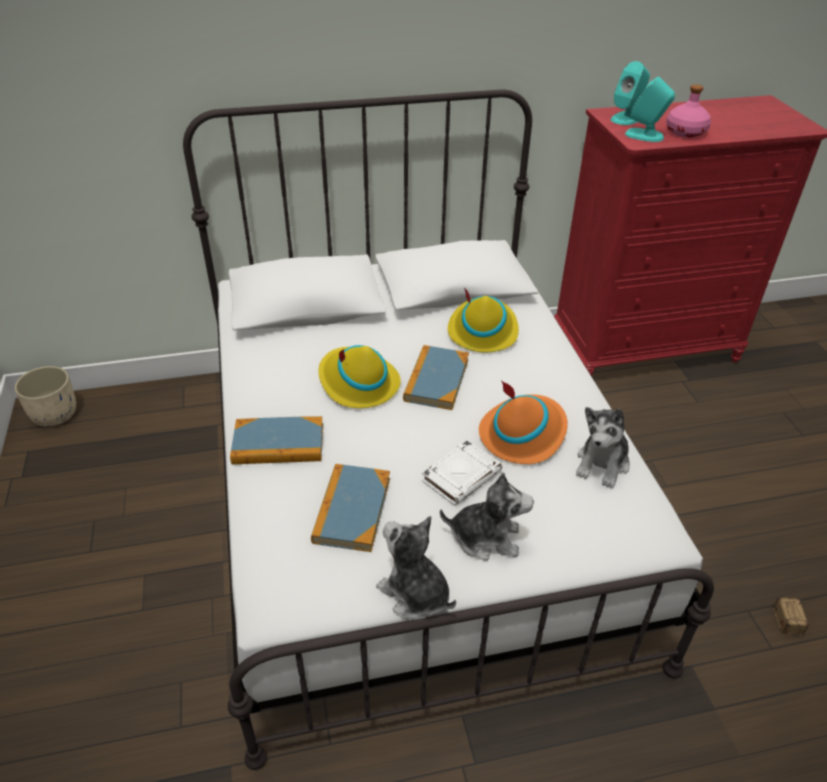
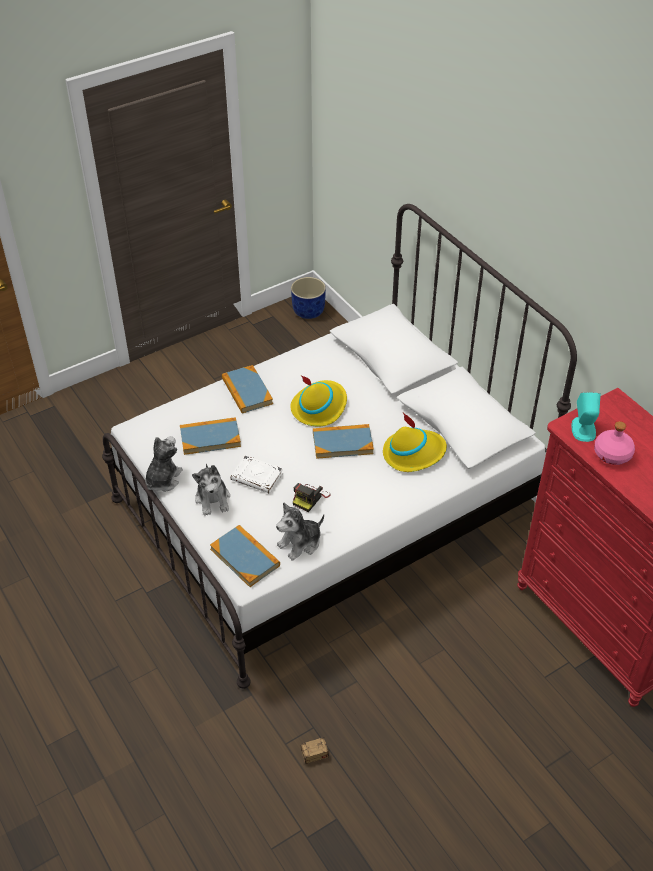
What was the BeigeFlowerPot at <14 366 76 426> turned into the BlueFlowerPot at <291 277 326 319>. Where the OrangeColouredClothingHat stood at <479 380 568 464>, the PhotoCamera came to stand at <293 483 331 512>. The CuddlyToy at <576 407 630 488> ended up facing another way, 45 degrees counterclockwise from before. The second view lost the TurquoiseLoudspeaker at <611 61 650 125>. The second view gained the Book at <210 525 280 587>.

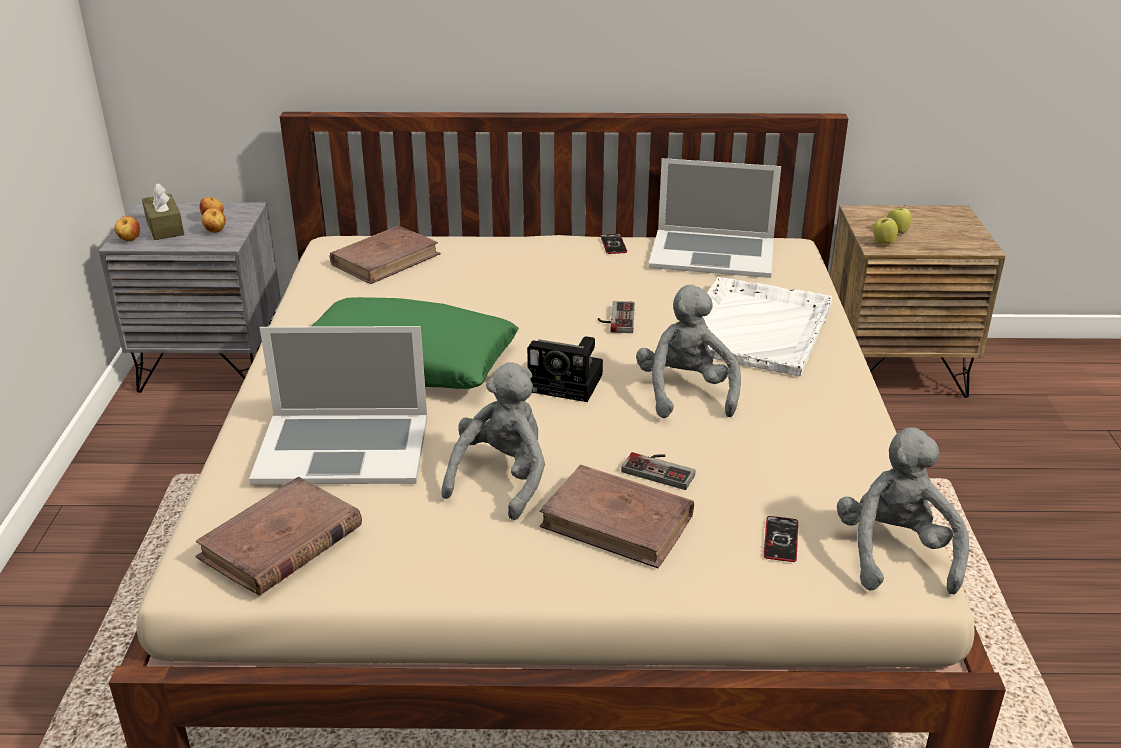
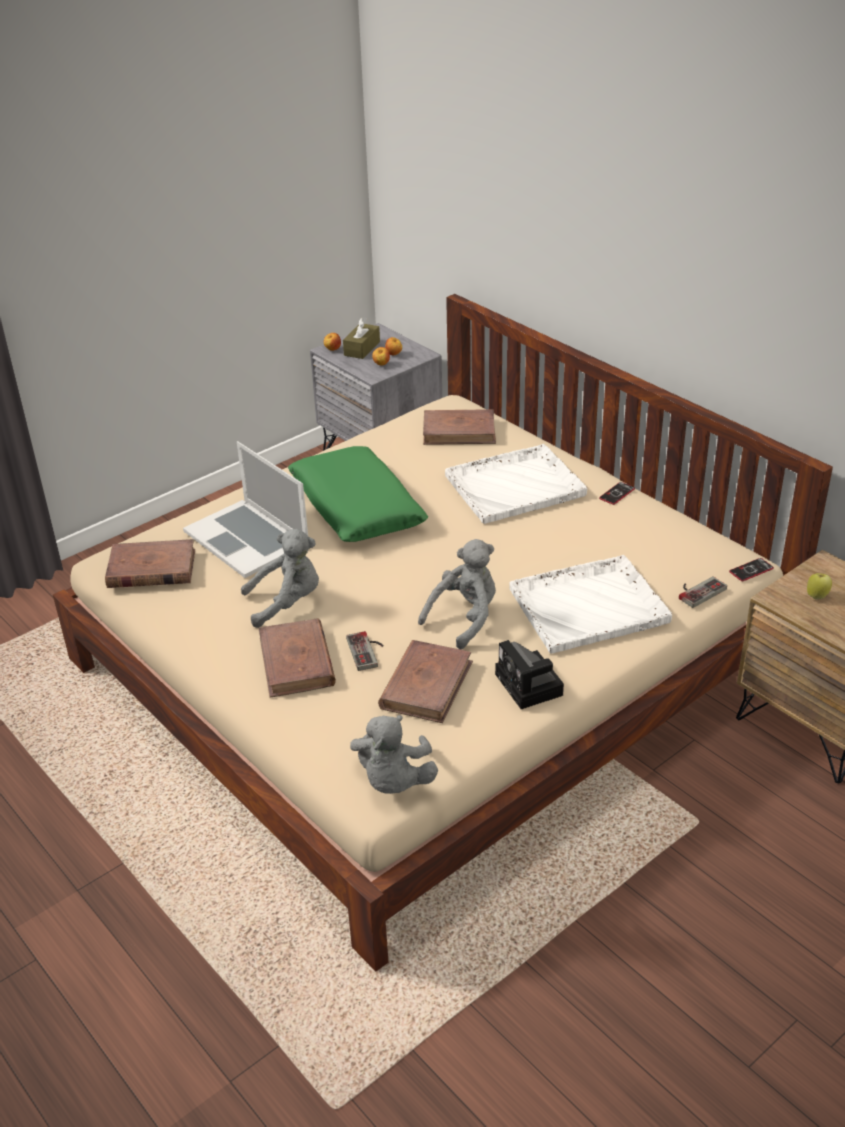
The PhotoCamera ended up elsewhere, having gone from <527 336 603 402> to <495 640 564 709>. The Joypad ended up elsewhere, having gone from <598 301 635 333> to <679 576 727 608>. The second view lost the NotebookComputer at <649 158 781 278>. The Telephone ended up elsewhere, having gone from <764 516 798 562> to <729 558 774 581>. The GreyCuddlyToy at <837 427 969 594> ended up facing another way, 135 degrees clockwise from before. The second view lost the WholeApple at <873 217 898 244>. The second view gained the BrownBook at <378 640 473 723>. The second view gained the WhiteTray at <445 444 587 524>.

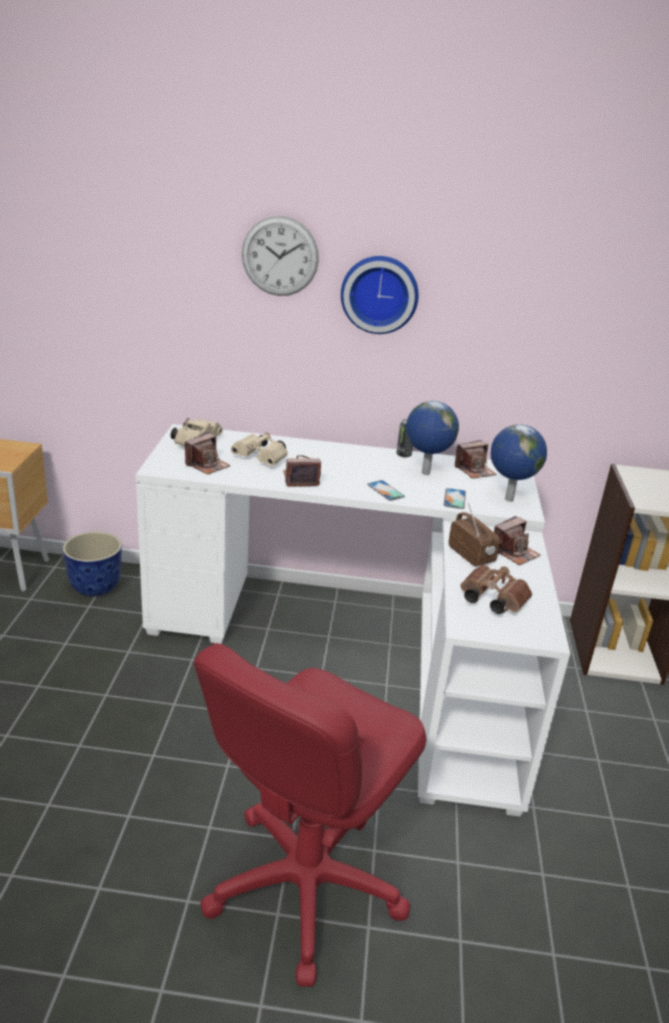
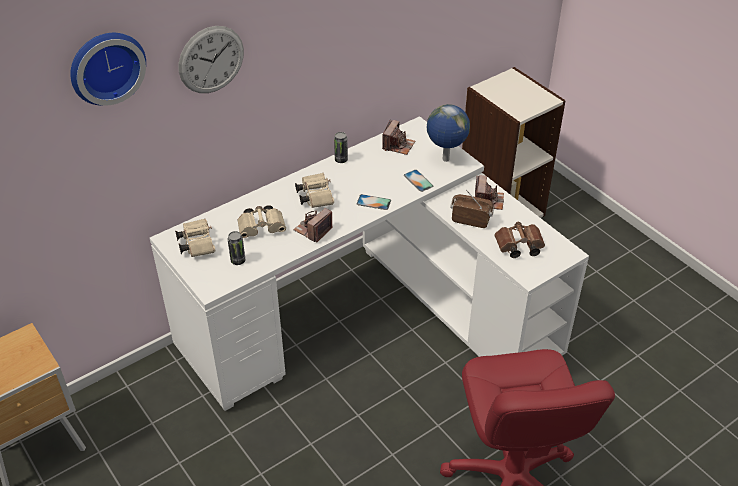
The second view lost the FlowerPot at <63 532 122 596>. Where the PhotoCamera stood at <185 433 231 475>, the SealedCan came to stand at <228 231 245 265>. The ClockOnTheWall ended up elsewhere, having gone from <341 256 419 334> to <70 33 146 106>. The second view lost the DeskGlobe at <406 401 459 475>. The second view gained the BeigePairOfBinoculars at <295 173 334 208>.

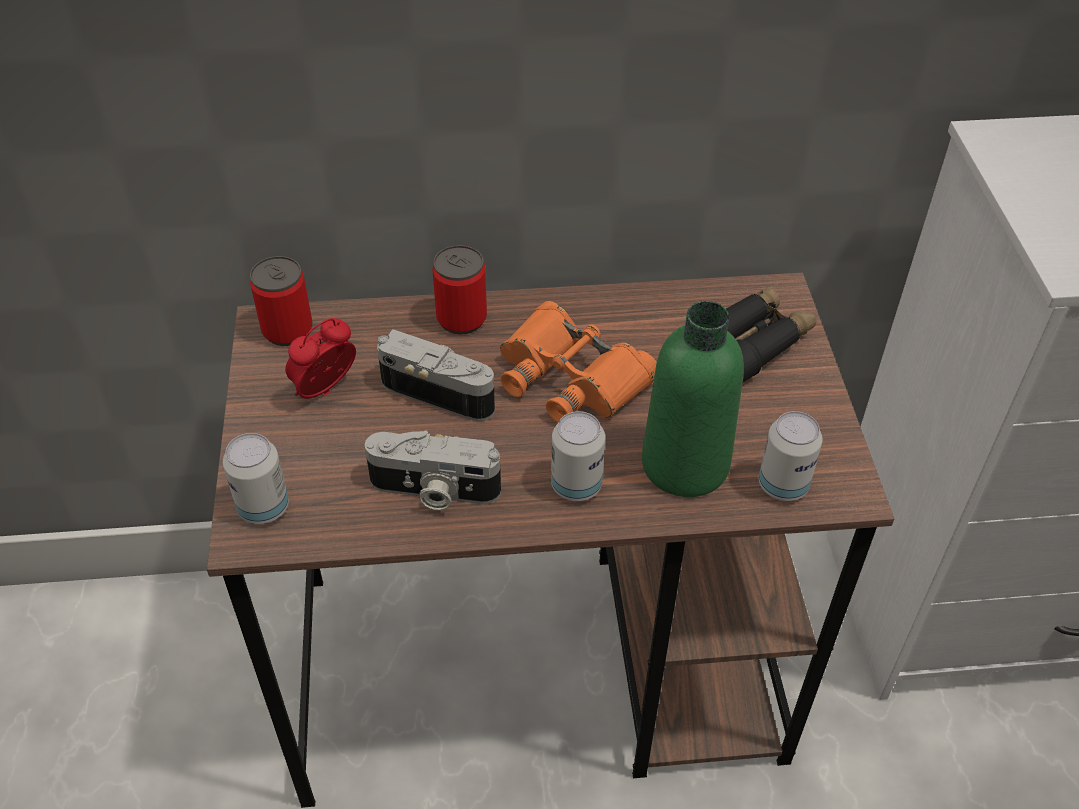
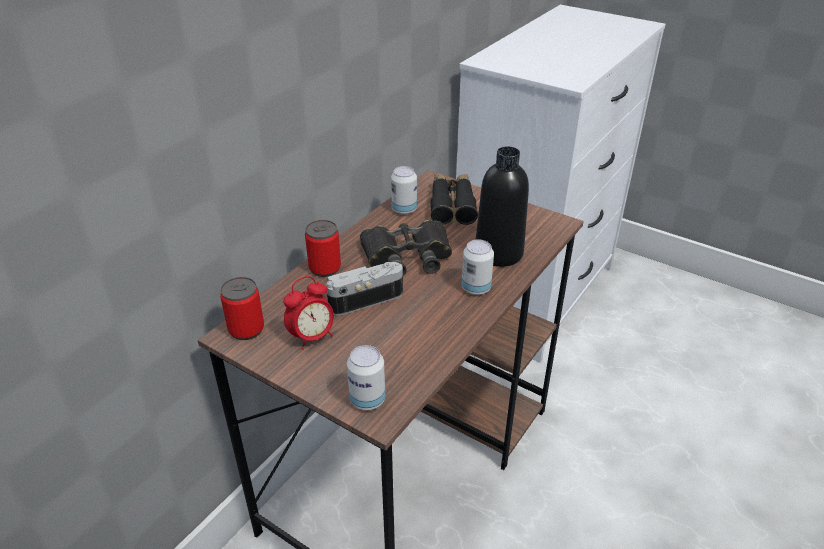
The TableClock at <285 318 356 399> ended up facing another way, 120 degrees counterclockwise from before. The second view lost the PhotoCamera at <365 430 501 510>. What was the OrangeColouredPairOfBinoculars at <500 301 657 423> turned into the BlackishPairOfBinoculars at <360 220 452 276>. What was the GreenBeverageBottle at <642 301 744 497> turned into the BlackishBeverageBottle at <476 146 529 267>. The SealedCan ended up elsewhere, having gone from <759 411 823 501> to <391 166 417 215>.

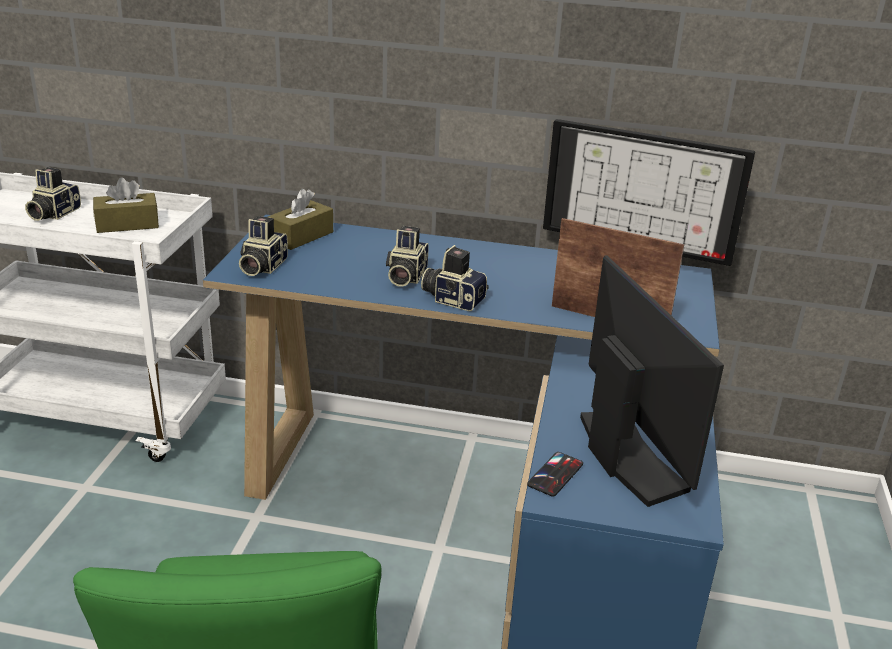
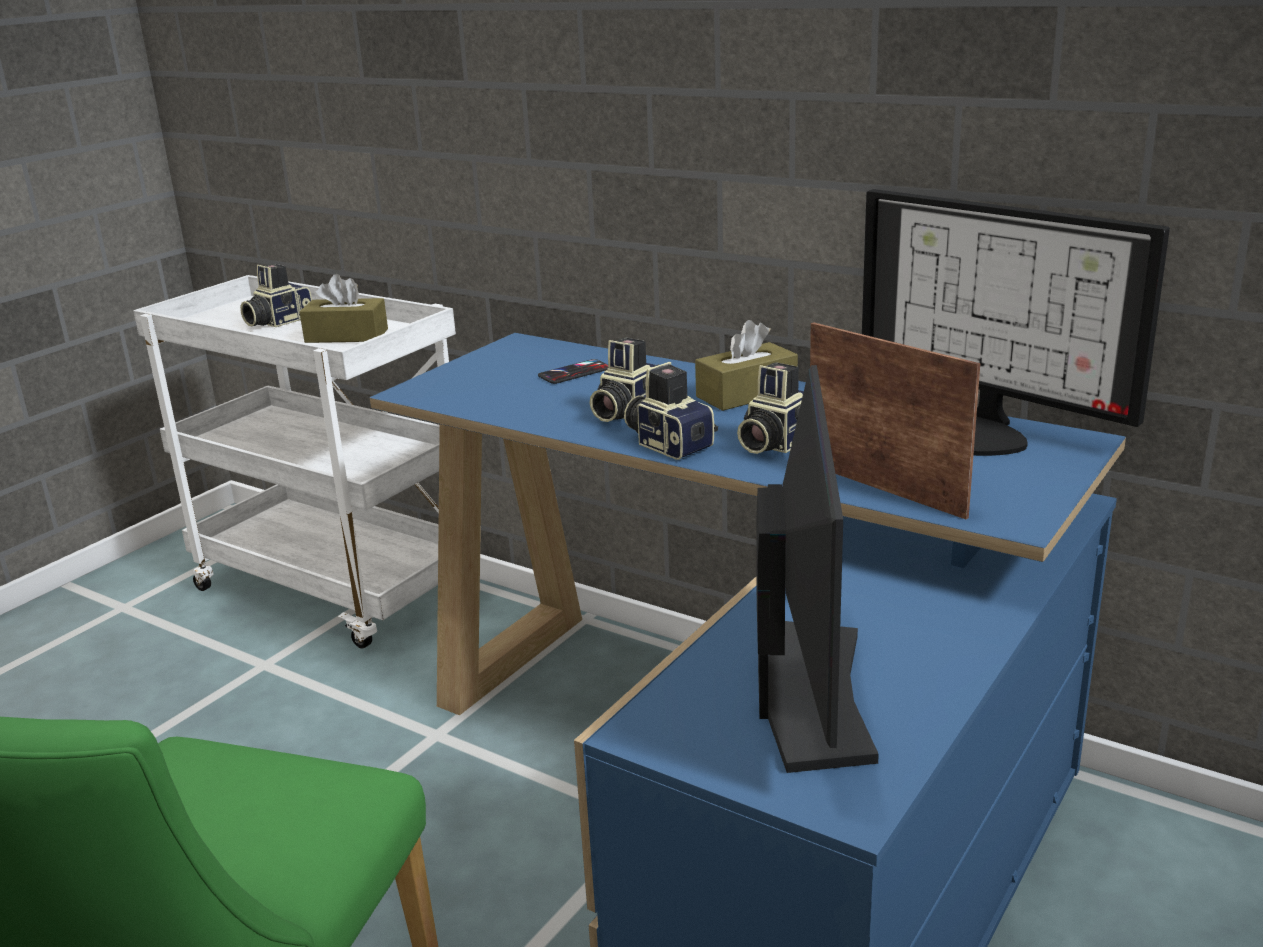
The PhotoCamera ended up elsewhere, having gone from <239 216 288 276> to <737 362 804 454>. The BrownTissueHolder ended up elsewhere, having gone from <268 189 333 250> to <695 320 798 411>. The Telephone ended up elsewhere, having gone from <527 452 583 497> to <538 359 608 384>.

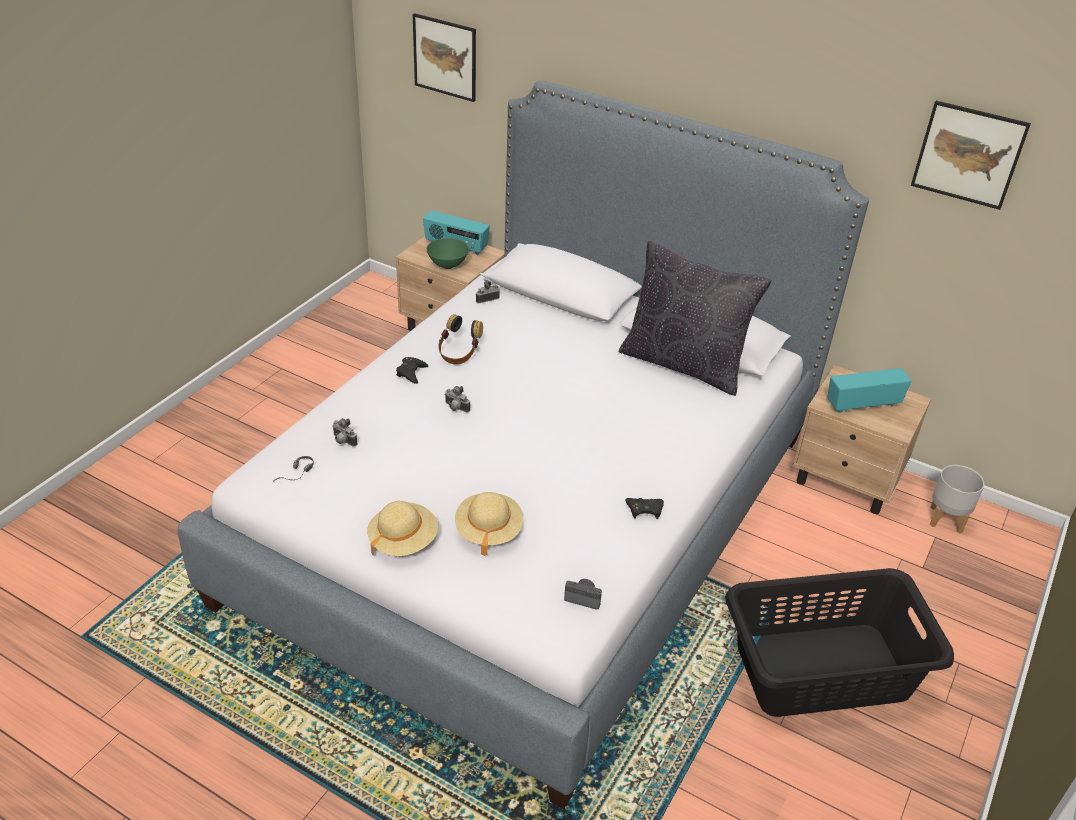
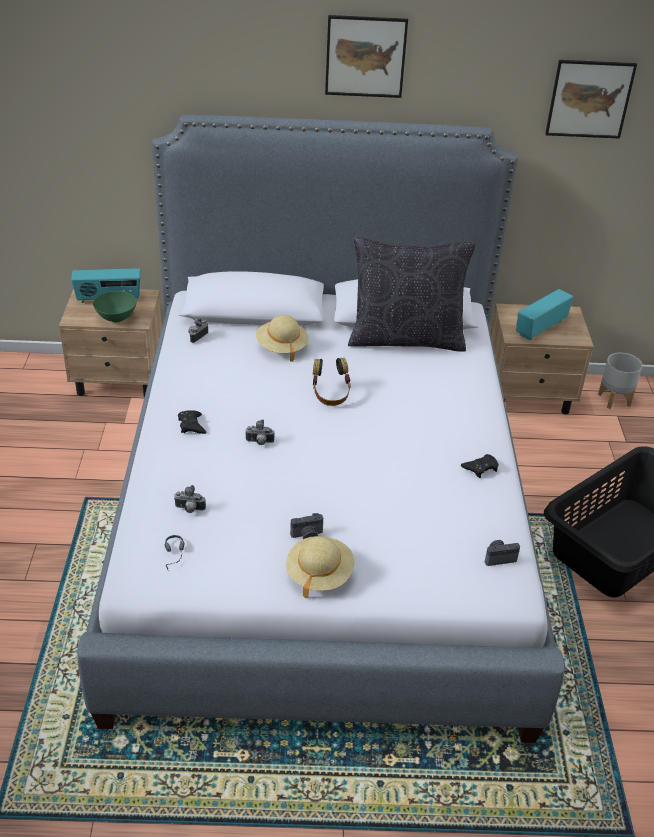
The WallArt ended up elsewhere, having gone from <413 13 476 102> to <325 15 408 98>. The Headset ended up elsewhere, having gone from <438 314 483 364> to <313 358 351 406>. The BeigeClothingHat ended up elsewhere, having gone from <455 492 523 556> to <256 315 309 362>. The second view gained the PhotoCamera at <290 513 323 539>.

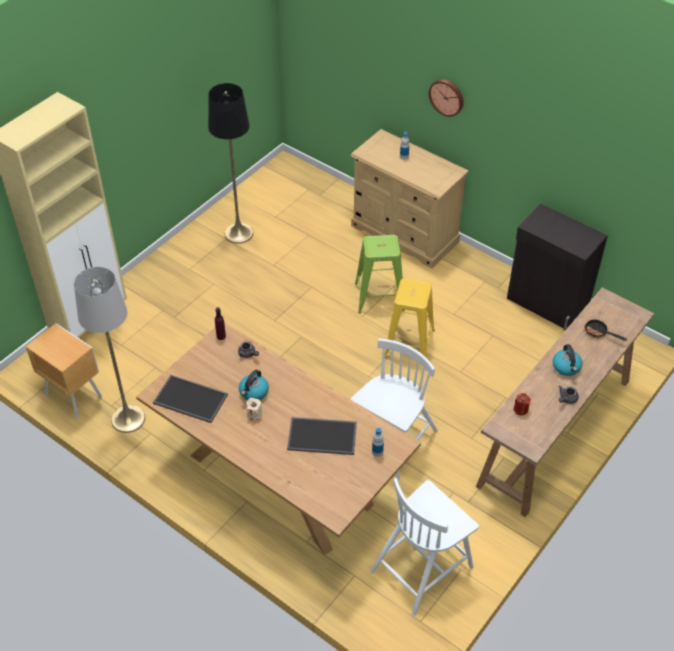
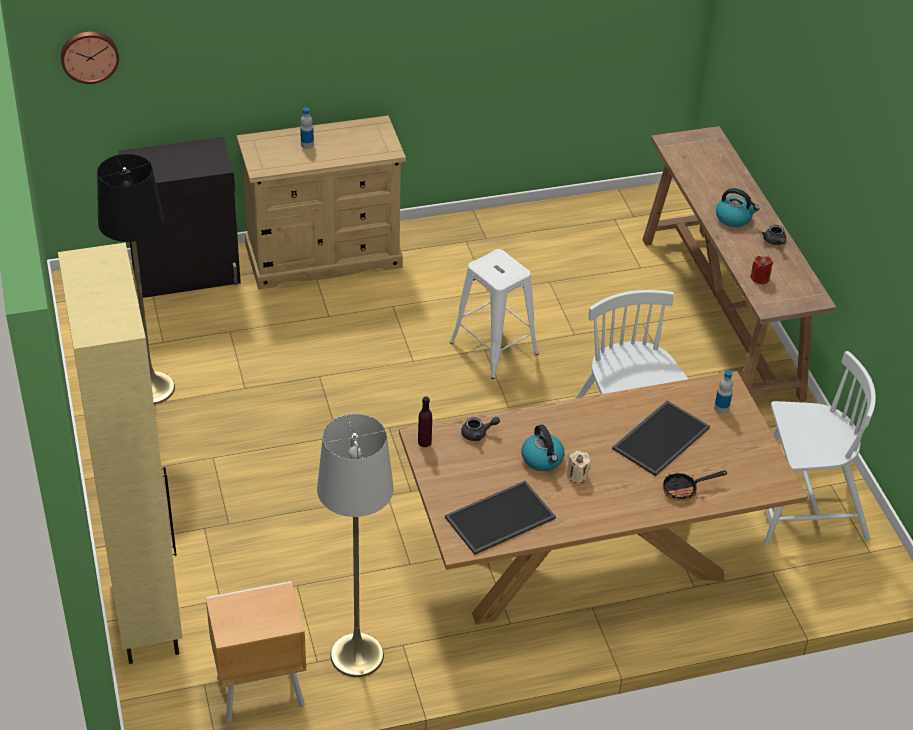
The second view lost the GreenStoolSeat at <355 235 405 313>. The WhiteUprightChair at <370 478 479 616> ended up facing another way, 90 degrees counterclockwise from before. What was the YellowStoolSeat at <385 278 435 358> turned into the WhiteStoolSeat at <450 249 539 379>. The ClockOnTheWall ended up elsewhere, having gone from <429 79 464 117> to <61 32 119 84>. The BlackishStorageCabinet ended up elsewhere, having gone from <507 204 608 331> to <118 137 241 298>. The Pan ended up elsewhere, having gone from <584 320 627 341> to <663 470 727 501>.

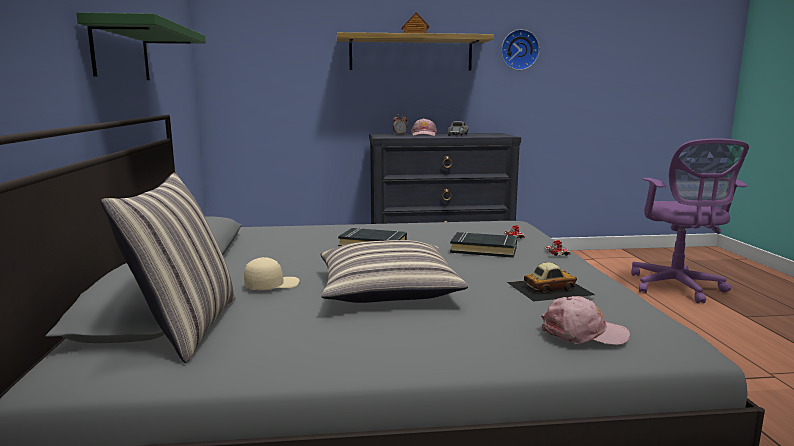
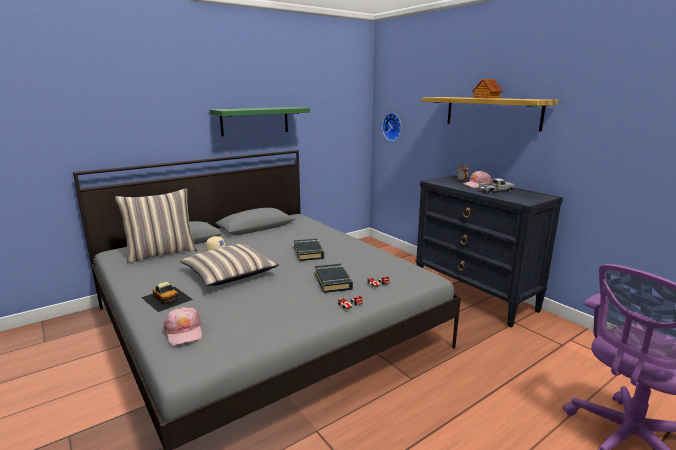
The ClockOnTheWall ended up elsewhere, having gone from <501 29 540 70> to <382 113 401 141>. The ModelCar ended up elsewhere, having gone from <507 262 595 302> to <141 282 193 312>.

